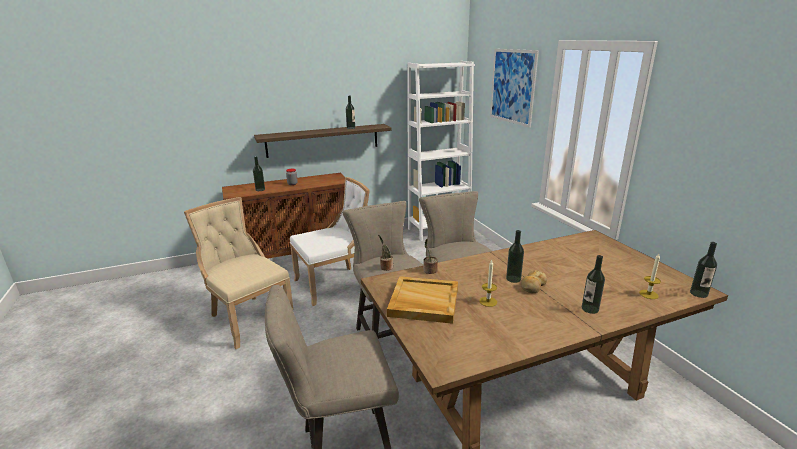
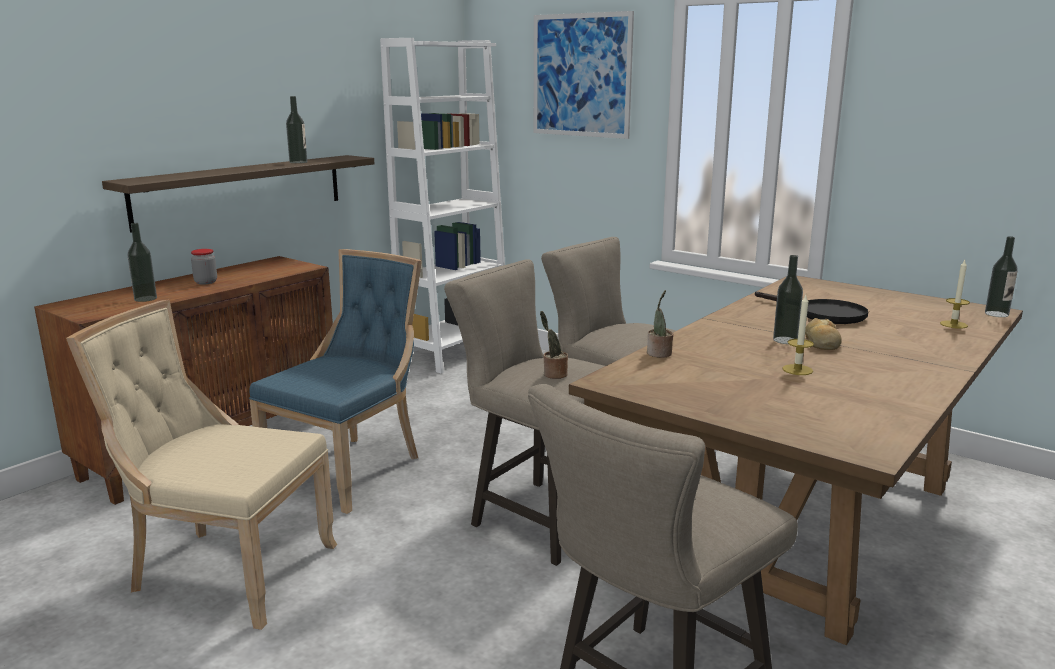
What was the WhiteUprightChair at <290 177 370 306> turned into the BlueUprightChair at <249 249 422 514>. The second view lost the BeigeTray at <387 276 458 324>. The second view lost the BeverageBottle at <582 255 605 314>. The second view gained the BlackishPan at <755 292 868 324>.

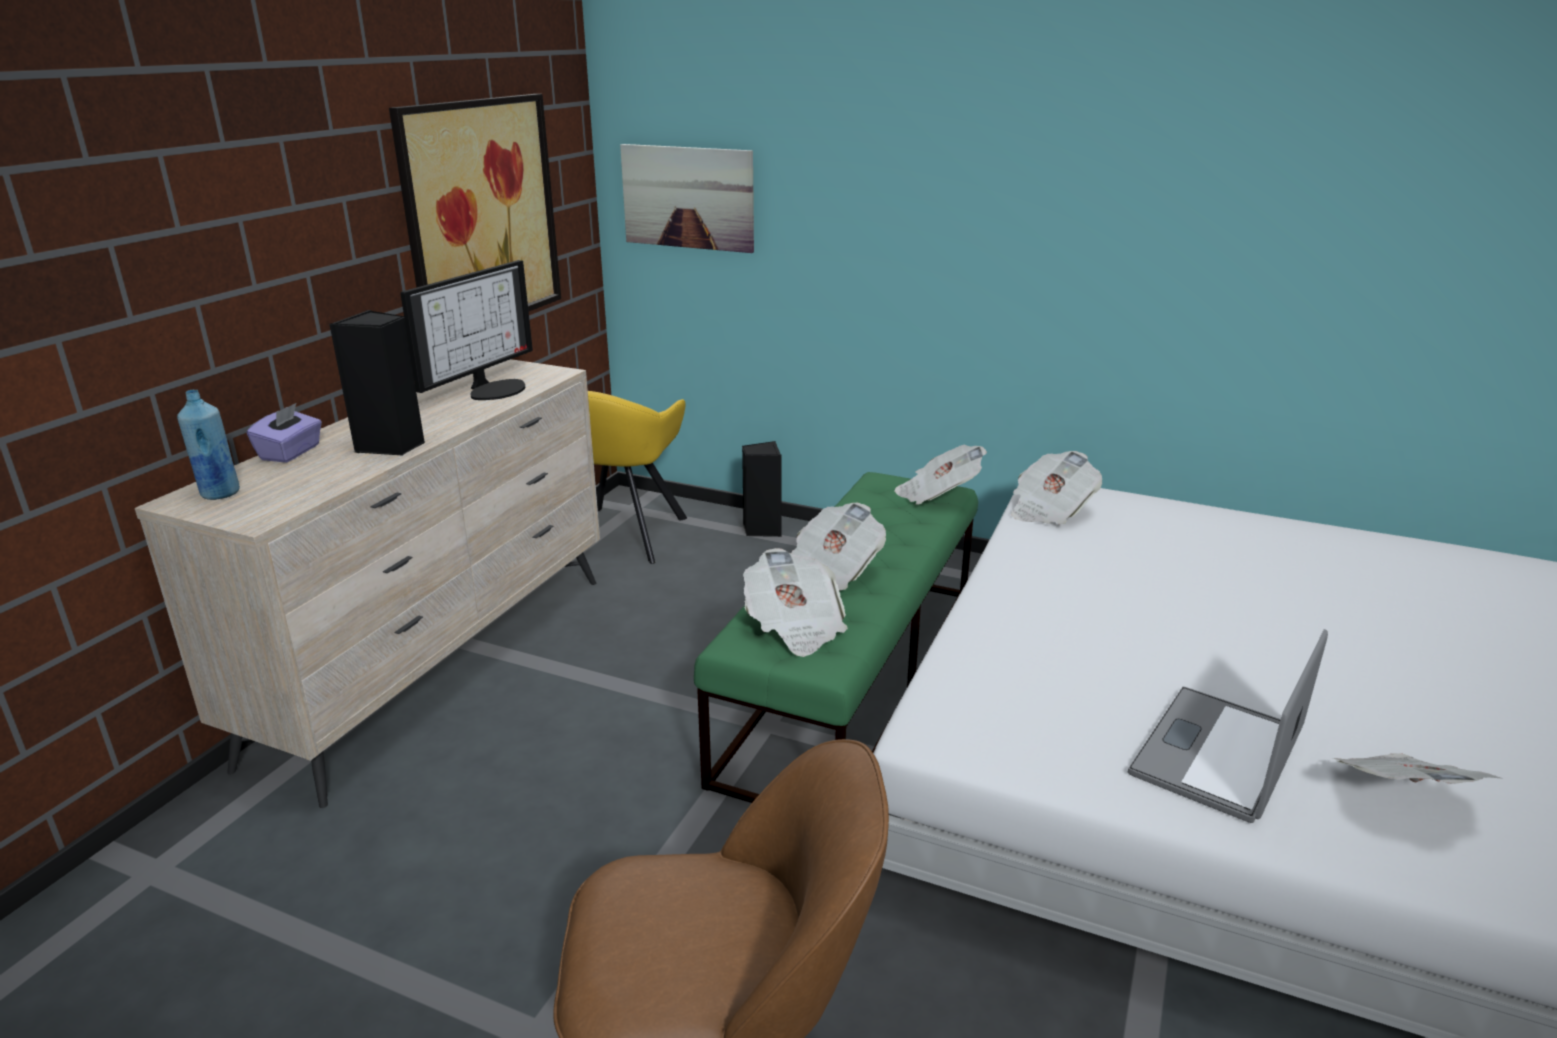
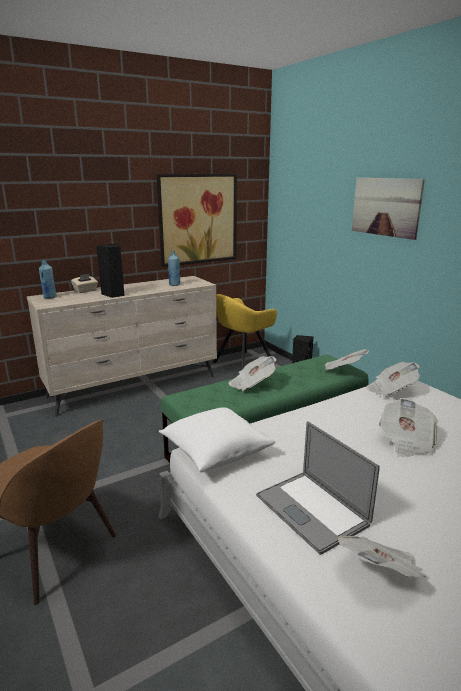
What was the PurpleColouredTissueHolder at <247 403 322 463> turned into the BeigeTissueHolder at <71 274 98 293>. Where the ComputerDisplay stood at <400 260 533 400>, the BlueBeverageBottle came to stand at <168 251 180 286>. The WallArt ended up elsewhere, having gone from <620 144 754 253> to <352 178 425 240>. The DailyPaper ended up elsewhere, having gone from <743 548 848 657> to <379 398 438 457>. The NotebookComputer at <1128 629 1328 823> ended up facing another way, 105 degrees counterclockwise from before. The second view gained the WhitePillow at <159 407 275 472>.

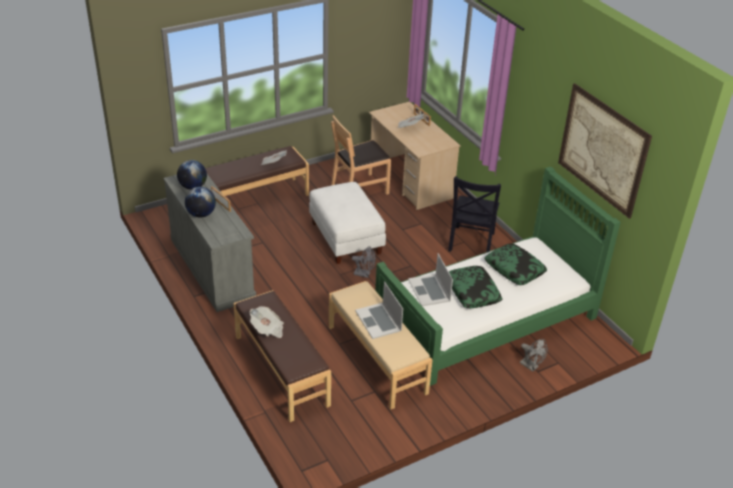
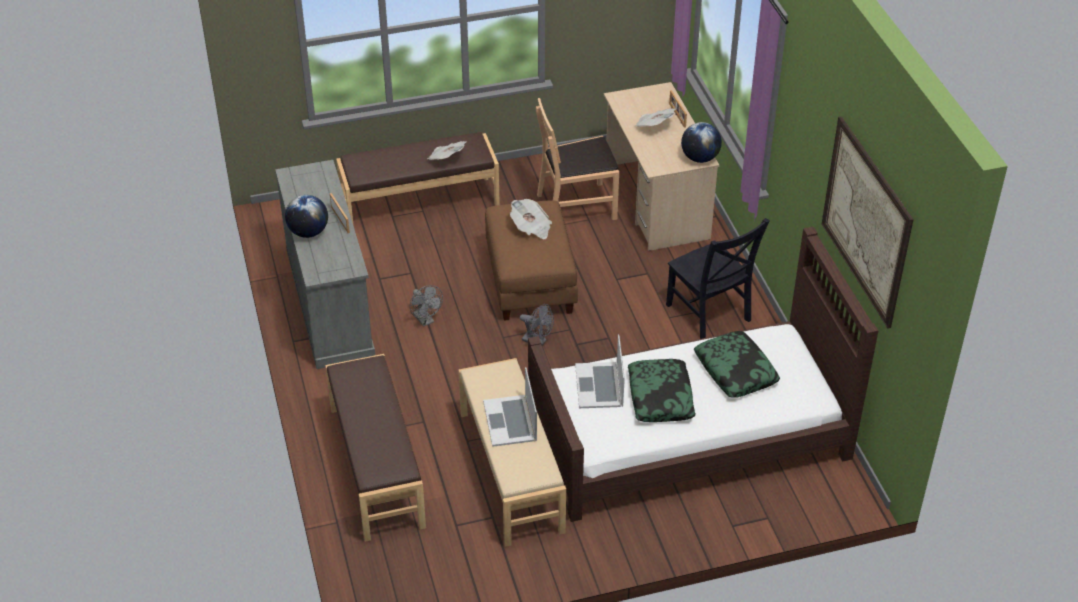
The DeskGlobe ended up elsewhere, having gone from <177 160 207 190> to <681 122 722 163>. The DailyPaper ended up elsewhere, having gone from <250 306 284 338> to <510 199 552 239>. What was the WhiteFootrest at <309 182 386 264> turned into the BrownFootrest at <485 200 578 321>. What was the GreenBed at <375 167 621 386> turned into the BrownBed at <528 227 879 522>. The BlackishUprightChair at <448 176 501 252> ended up facing another way, 60 degrees counterclockwise from before. The GreyCoolingFan ended up elsewhere, having gone from <520 339 548 372> to <410 285 443 327>.

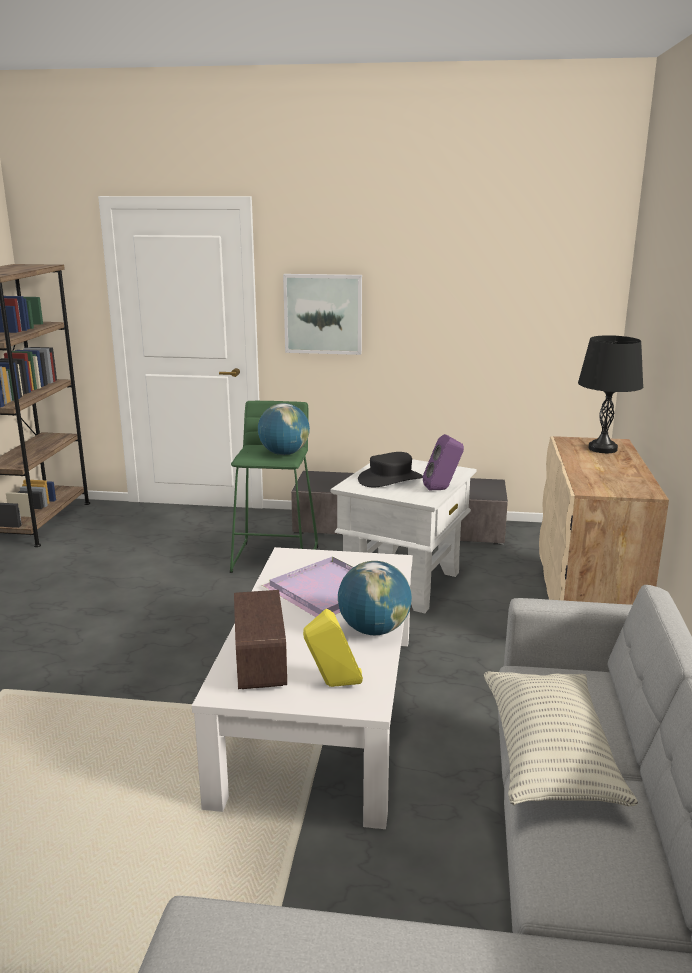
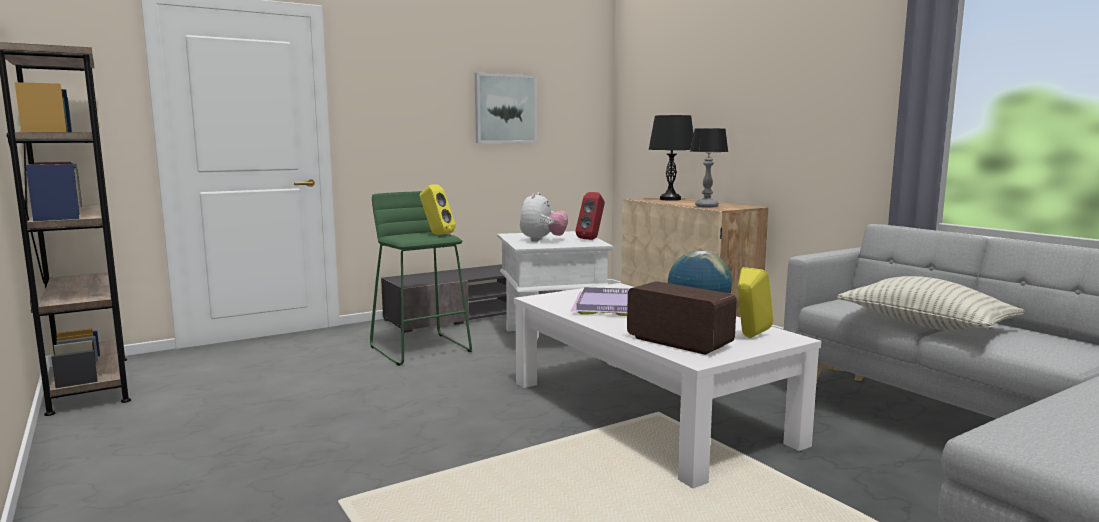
Where the DeskGlobe stood at <258 403 310 455>, the YellowLoudspeaker came to stand at <420 184 456 235>. The WallArt ended up elsewhere, having gone from <283 274 362 355> to <475 73 537 143>. Where the BlackishClothingHat stood at <358 452 423 487>, the CuddlyToy came to stand at <520 192 568 242>. What was the PurpleColouredLoudspeaker at <422 434 464 490> turned into the RedColouredLoudspeaker at <575 192 605 240>. The second view gained the LampForATable at <690 128 728 208>.

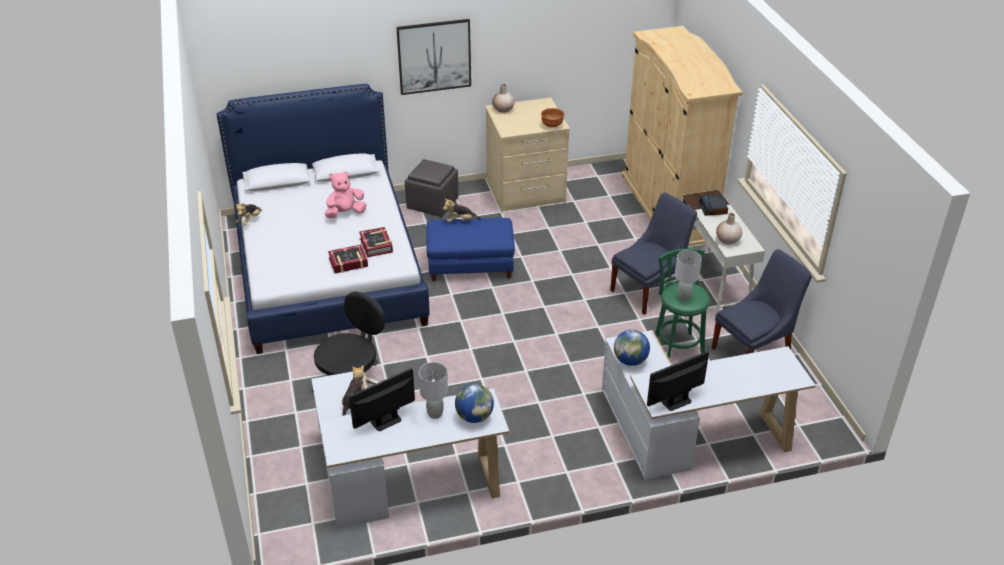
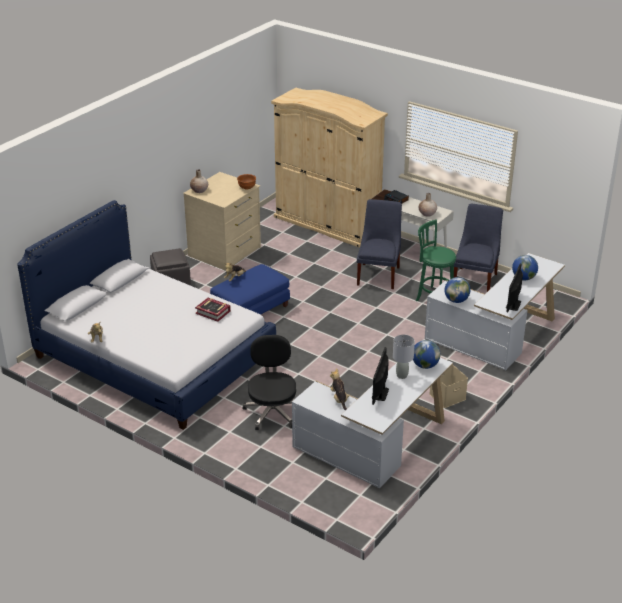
The second view lost the PinkishCuddlyToy at <324 171 366 218>. The second view lost the Book at <328 245 368 273>. The second view lost the WallArt at <396 19 471 95>. The second view lost the GreyLampForATable at <675 250 702 301>. The second view gained the BeigeStorageBox at <429 365 468 408>. The second view gained the DeskGlobe at <512 255 538 280>.

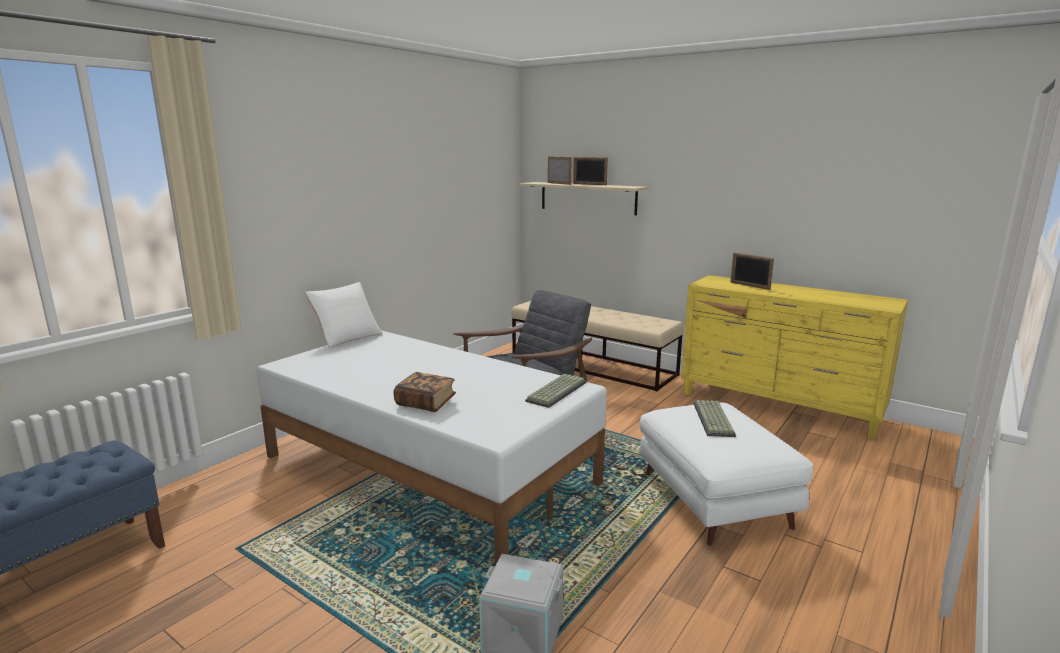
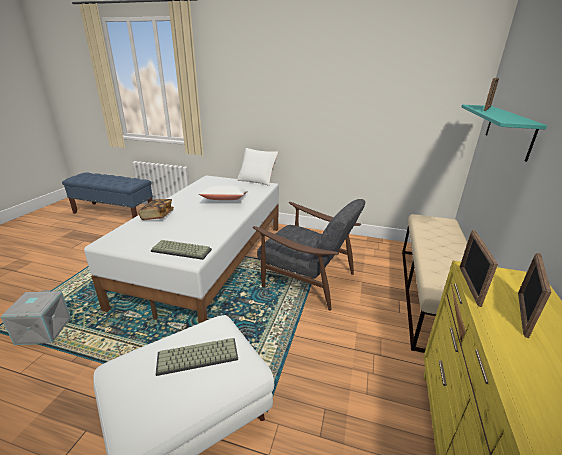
What was the BeigeShelf at <519 182 648 215> turned into the TurquoiseShelf at <462 105 547 162>. The StandingFrame ended up elsewhere, having gone from <573 157 608 185> to <460 230 498 307>. The second view gained the WhitePillow at <199 185 248 200>.

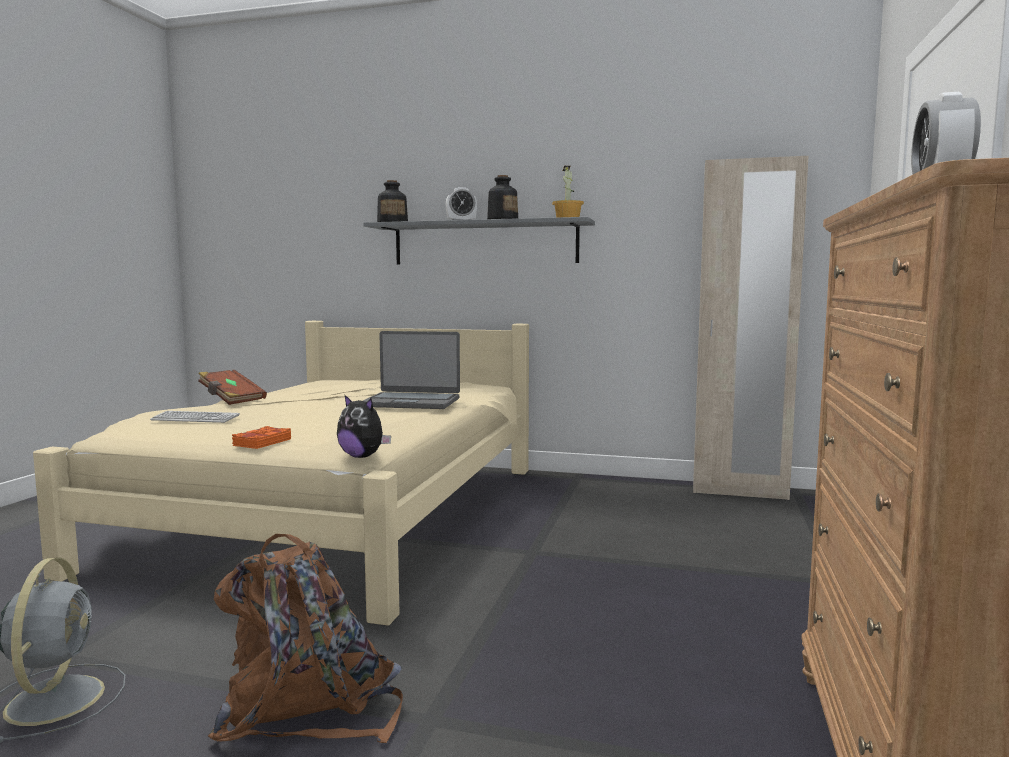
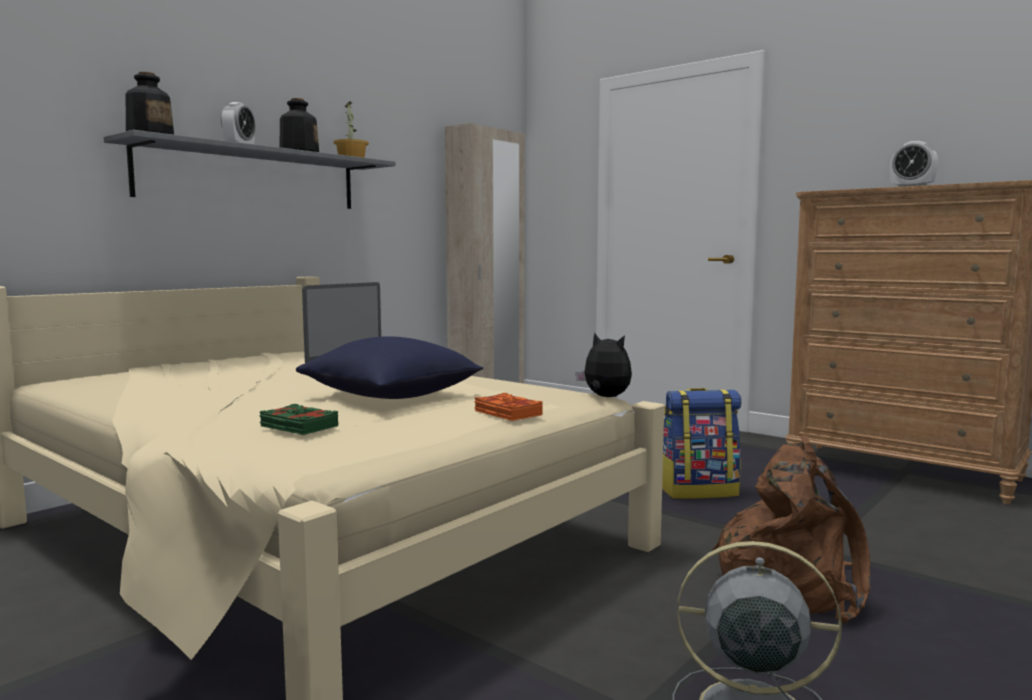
Where the PcKeyboard stood at <150 411 240 423>, the GreenBook came to stand at <260 404 338 435>. The second view lost the BrownBook at <198 370 267 405>. The CuddlyToy at <337 394 391 458> ended up facing another way, 105 degrees counterclockwise from before. The second view gained the BluePillow at <296 336 483 399>. The second view gained the Knapsack at <662 388 741 499>.

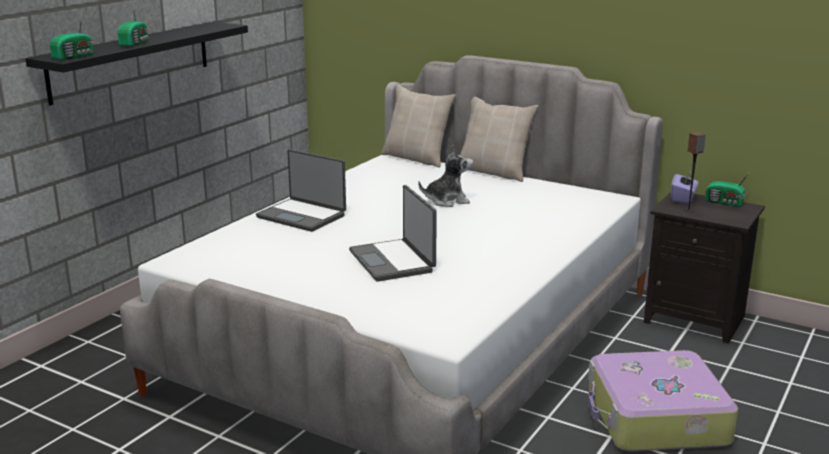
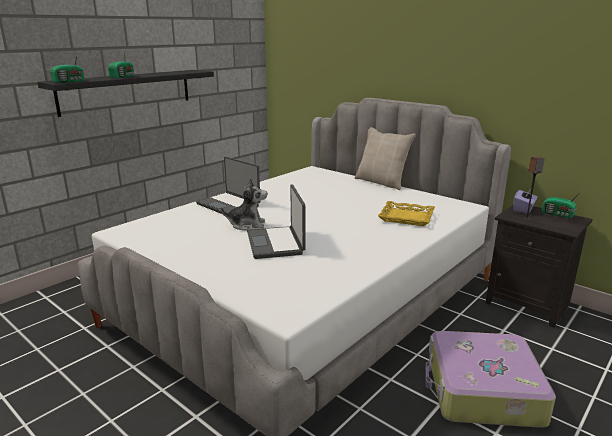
The second view lost the BeigePillow at <381 84 456 168>. The CuddlyToy ended up elsewhere, having gone from <418 145 474 207> to <221 178 267 231>. The second view gained the YellowTray at <378 201 435 226>.

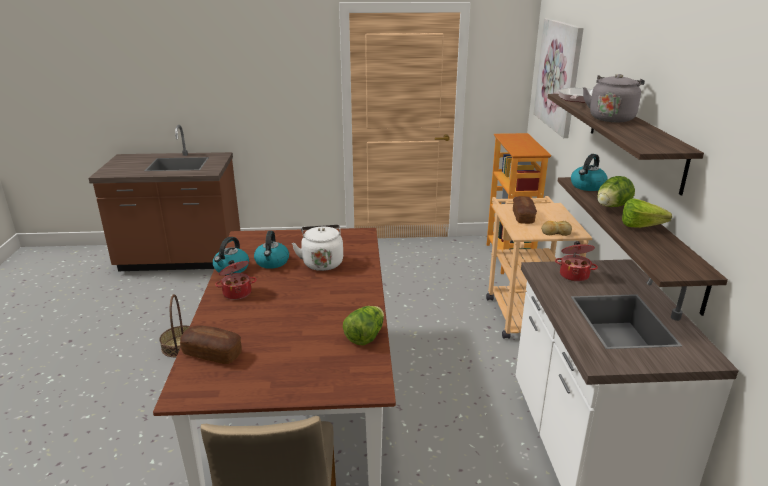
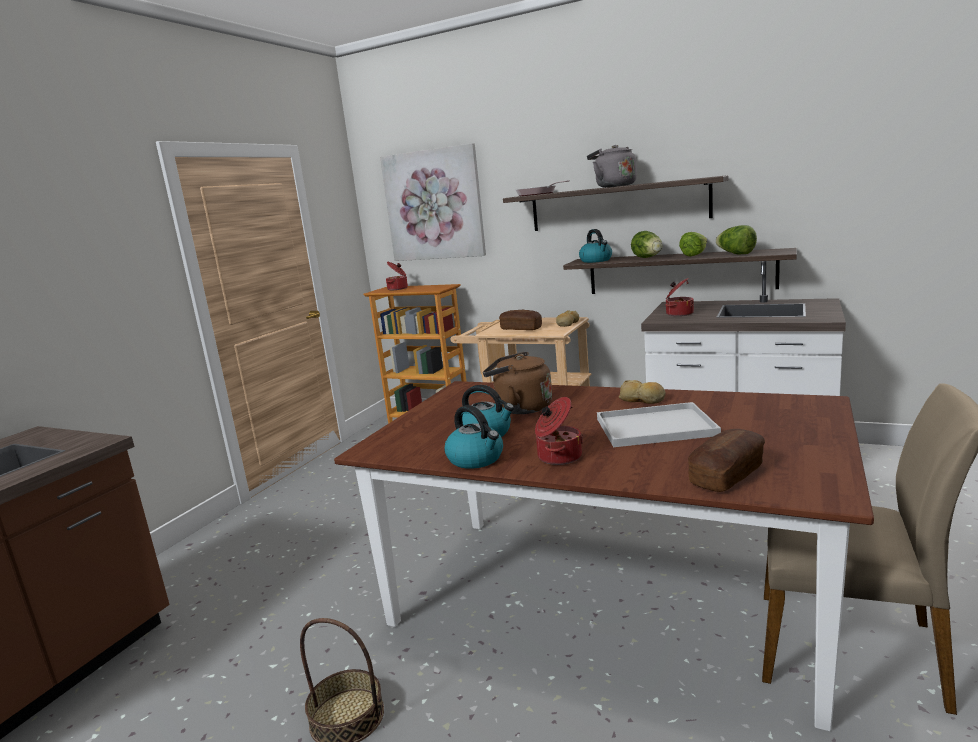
What was the WhiteTeaKettle at <292 225 343 271> turned into the BrownTeaKettle at <483 351 552 414>. The HeadOfLettuce ended up elsewhere, having gone from <343 306 384 345> to <716 225 757 254>. The second view gained the Stockpot at <386 262 408 290>. The second view gained the WhiteTray at <597 402 721 447>. The second view gained the BakedBread at <619 380 666 404>.

